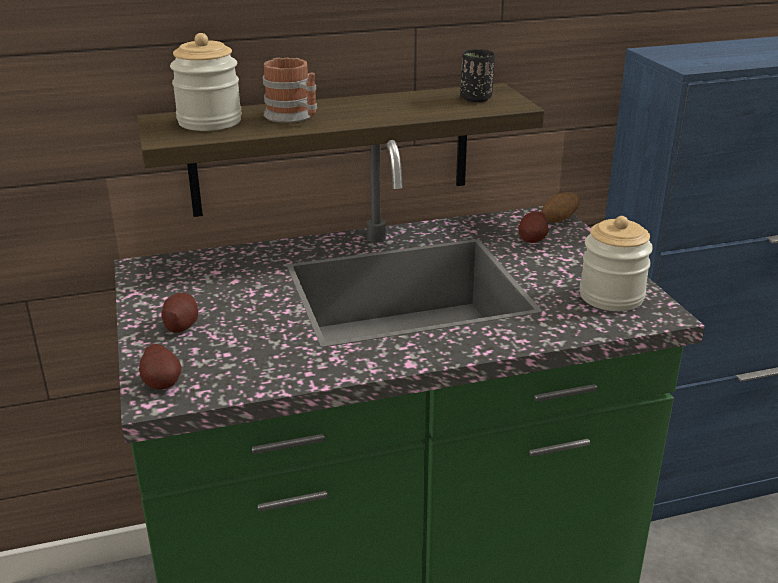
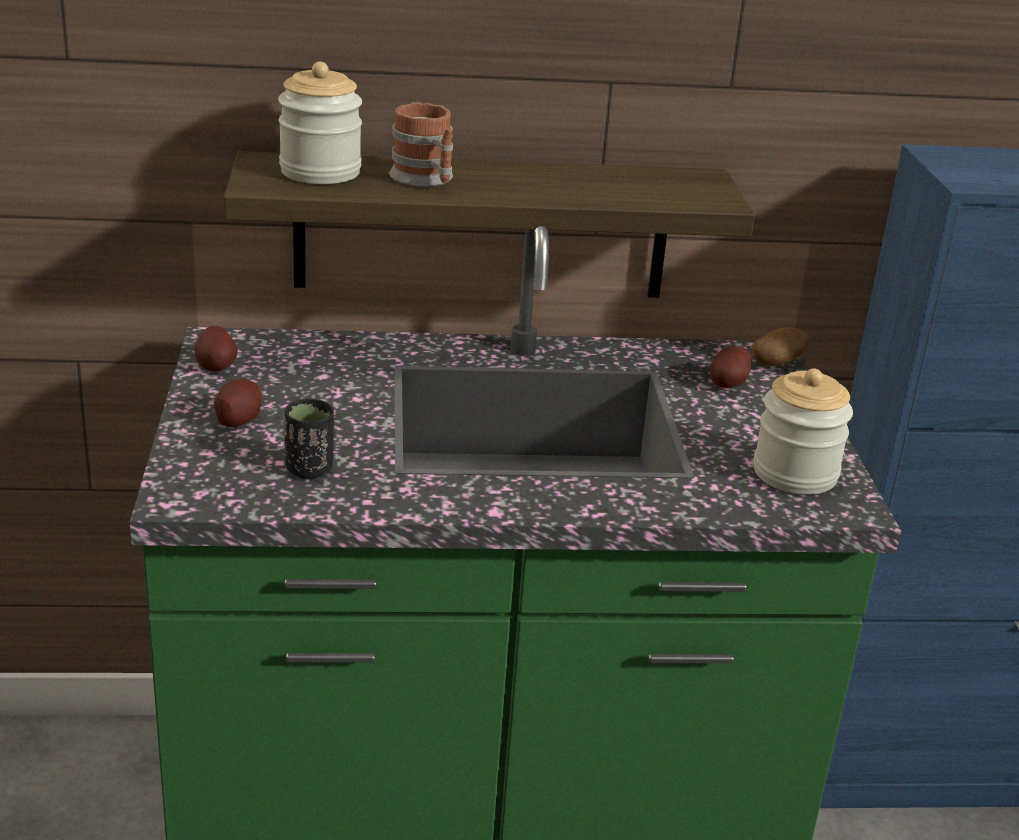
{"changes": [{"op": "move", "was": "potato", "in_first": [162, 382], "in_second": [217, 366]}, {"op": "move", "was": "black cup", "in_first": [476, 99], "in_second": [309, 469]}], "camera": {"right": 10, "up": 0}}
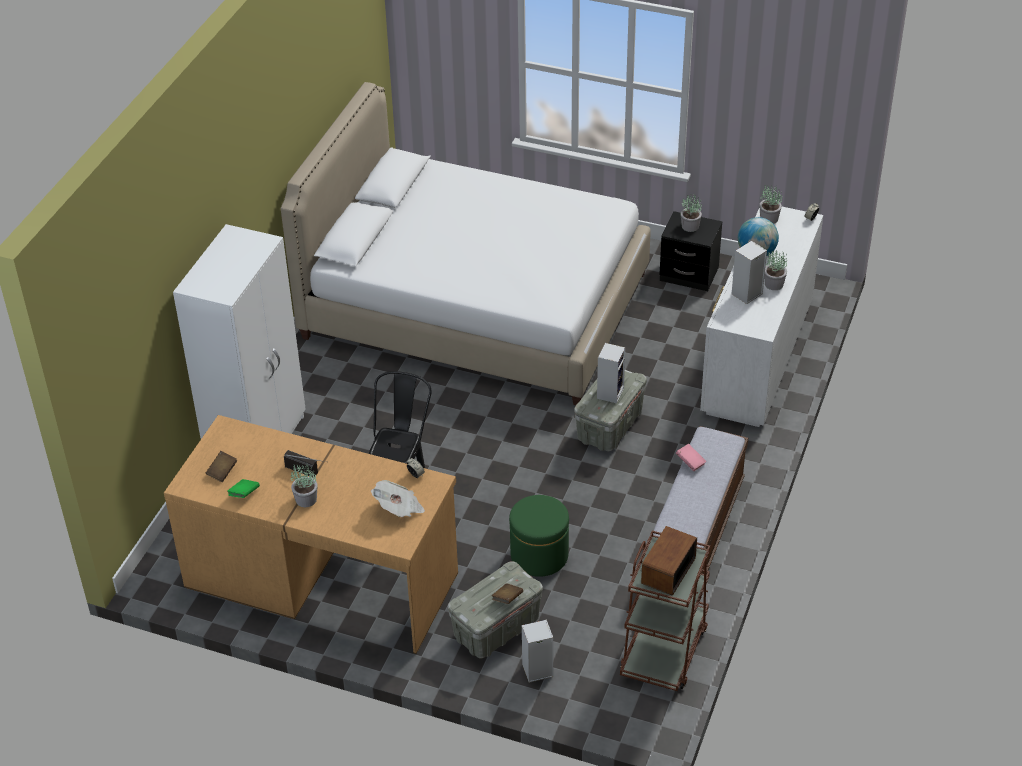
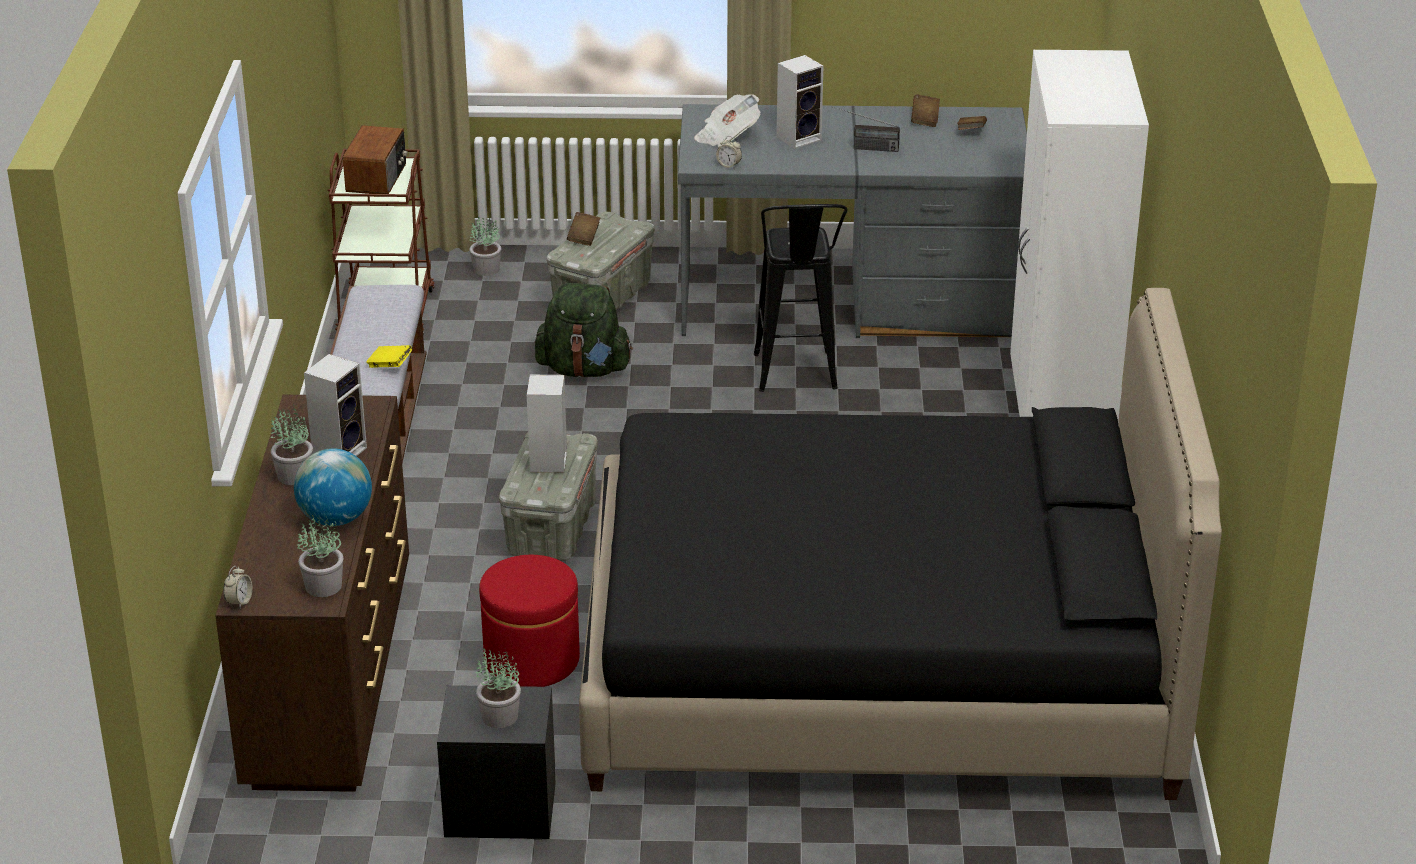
{"changes": [{"op": "recolor", "was": "white dresser", "now": "brownish dresser", "in_first": [756, 359], "in_second": [332, 675]}, {"op": "recolor", "was": "pink book", "now": "yellow book", "in_first": [690, 462], "in_second": [390, 365]}, {"op": "move", "was": "potted plant", "in_first": [305, 499], "in_second": [487, 269]}, {"op": "insert", "now": "red ottoman", "in_second": [532, 660]}, {"op": "replace", "was": "greenish ottoman", "now": "greenish knapsack", "in_first": [539, 555], "in_second": [584, 369]}, {"op": "recolor", "was": "white sleeping bed", "now": "black sleeping bed", "in_first": [475, 306], "in_second": [877, 664]}, {"op": "recolor", "was": "brownish desk table", "now": "grey desk table", "in_first": [322, 578], "in_second": [849, 302]}, {"op": "move", "was": "speaker", "in_first": [536, 671], "in_second": [799, 138]}, {"op": "recolor", "was": "greenish book", "now": "brownish book", "in_first": [244, 494], "in_second": [925, 119]}], "camera": {"right": 160, "up": -10}}
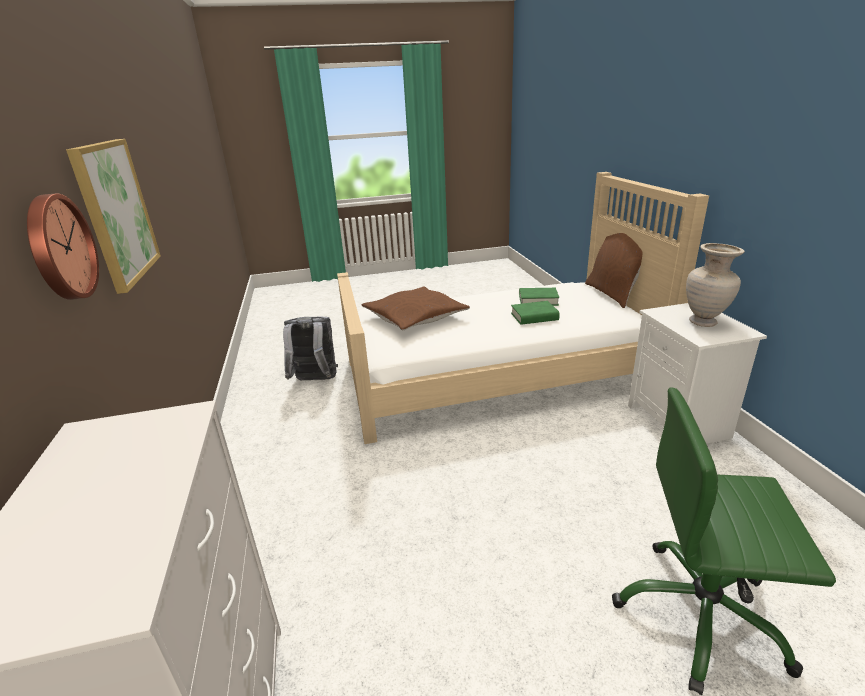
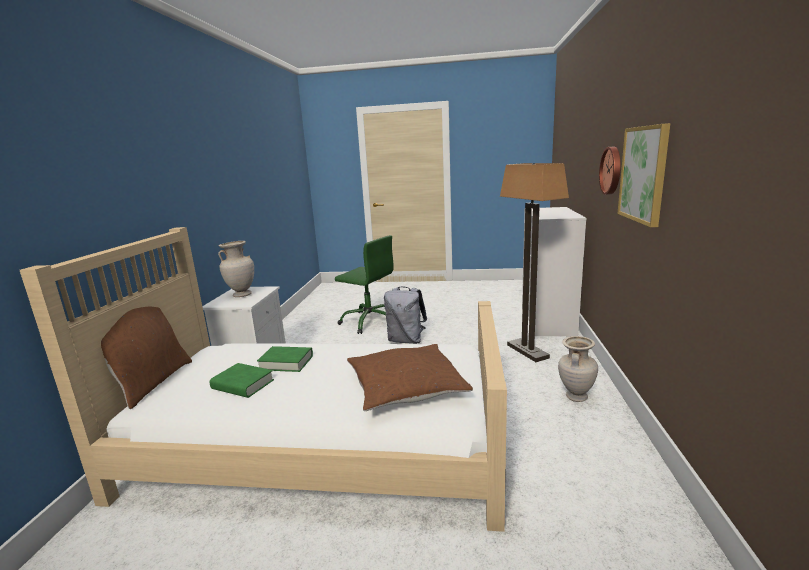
{"changes": [{"op": "move", "was": "grey knapsack", "in_first": [315, 381], "in_second": [406, 340]}, {"op": "insert", "now": "standard lamp", "in_second": [528, 351]}, {"op": "insert", "now": "beige vase", "in_second": [575, 397]}], "camera": {"right": -160, "up": -10}}
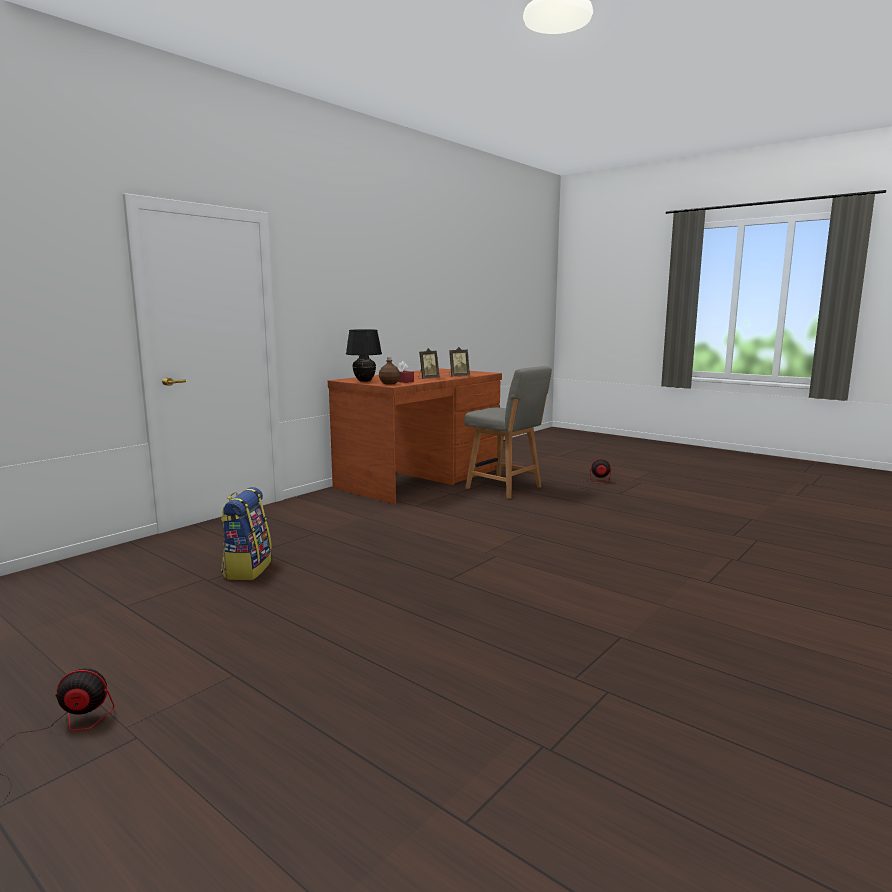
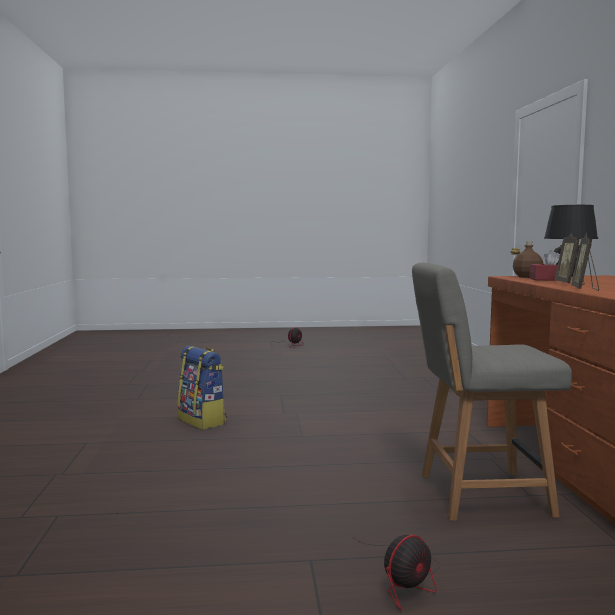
{"changes": [{"op": "move", "was": "knapsack", "in_first": [247, 569], "in_second": [203, 421]}], "camera": {"right": 135, "up": -5}}
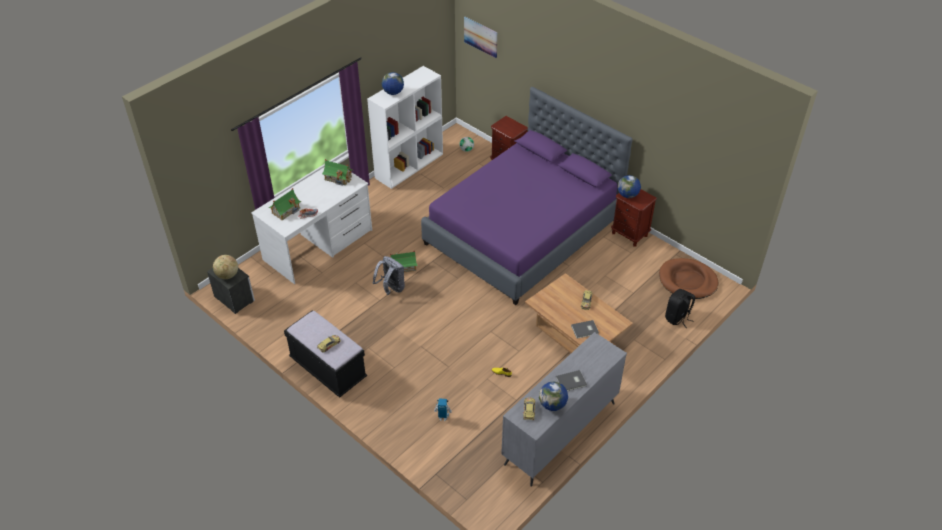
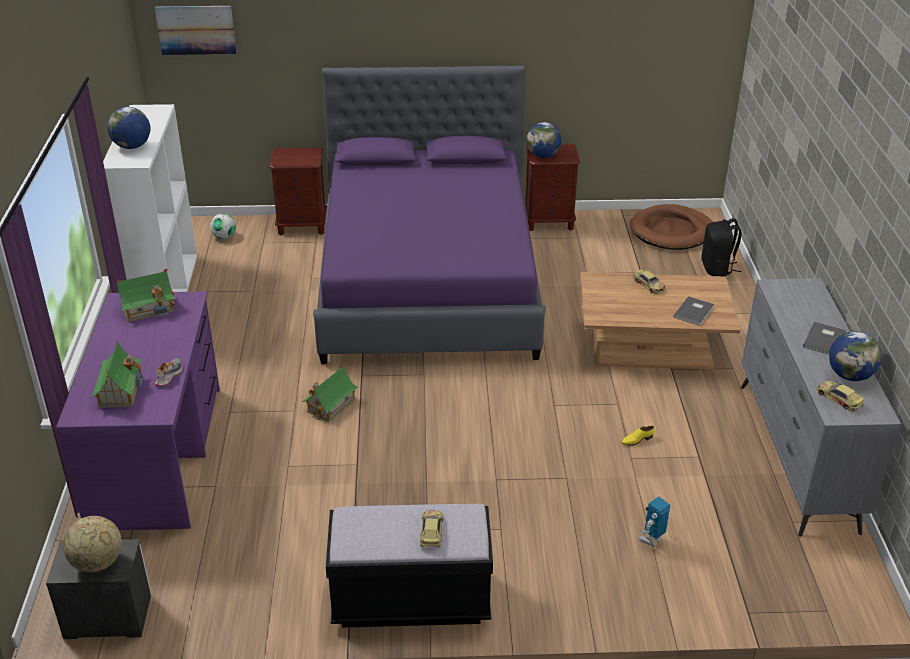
{"changes": [{"op": "recolor", "was": "white desk table", "now": "purplish desk table", "in_first": [318, 245], "in_second": [158, 455]}, {"op": "delete", "was": "grey knapsack", "in_first": [391, 288]}], "camera": {"right": -45, "up": -10}}
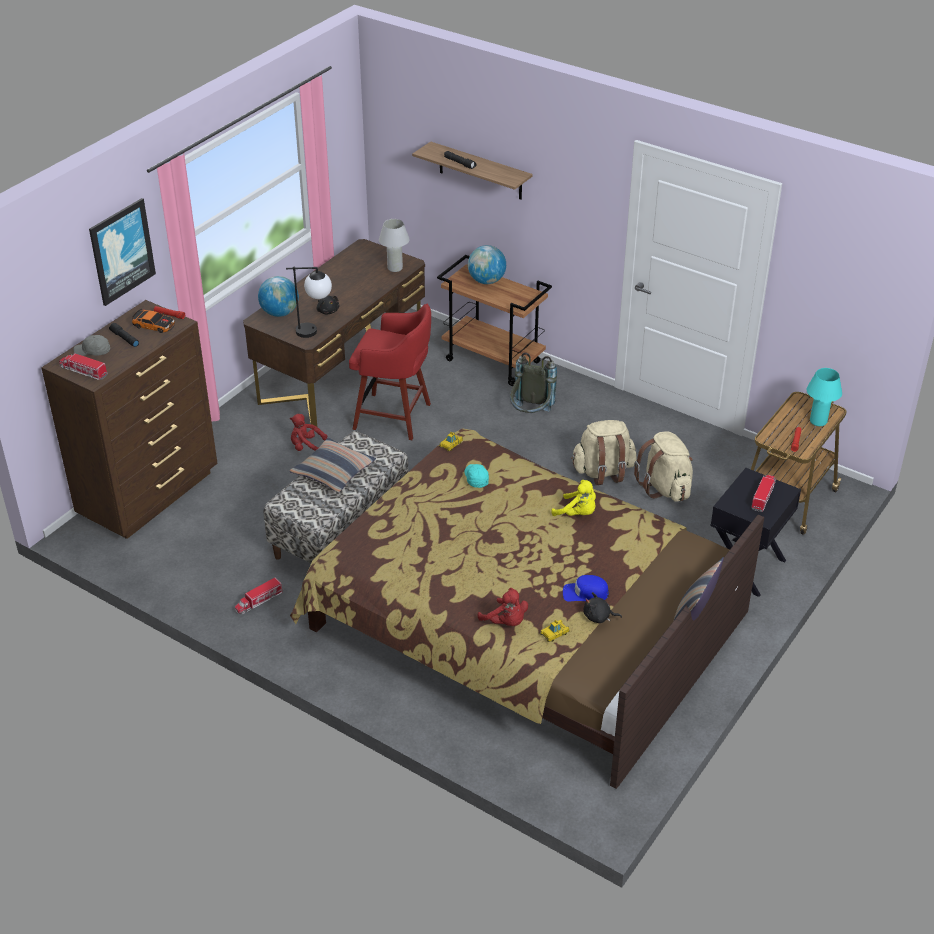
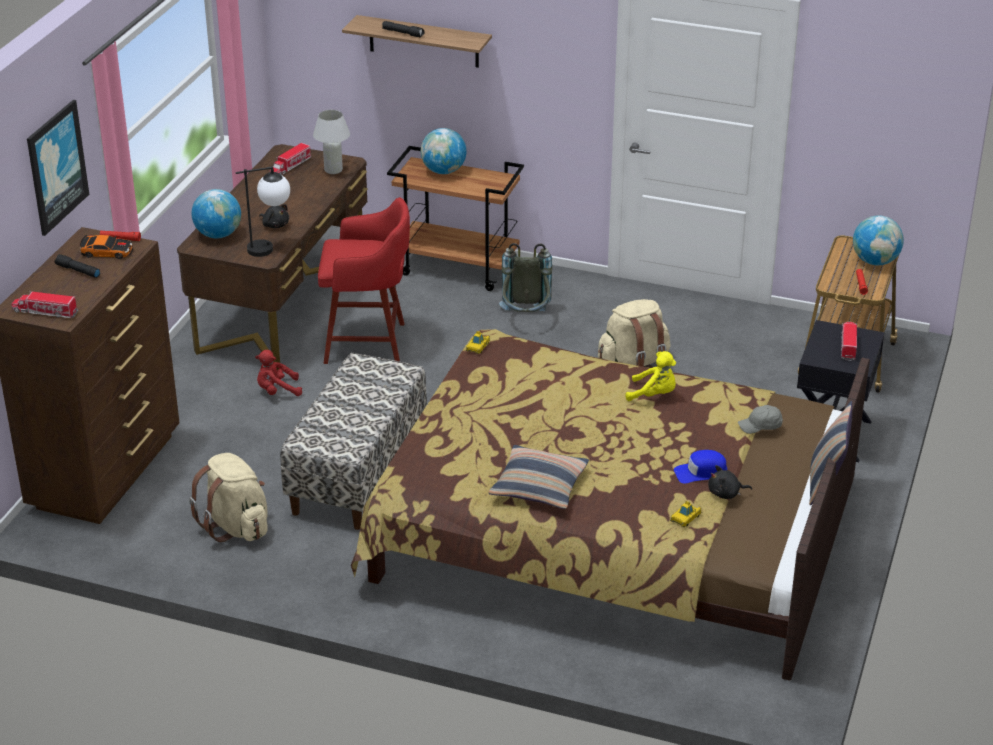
{"changes": [{"op": "move", "was": "beige knapsack", "in_first": [665, 488], "in_second": [236, 526]}, {"op": "move", "was": "model truck", "in_first": [259, 601], "in_second": [290, 166]}, {"op": "move", "was": "cushion", "in_first": [333, 472], "in_second": [539, 486]}, {"op": "move", "was": "grey baseball cap", "in_first": [93, 351], "in_second": [760, 426]}, {"op": "replace", "was": "turquoise tabletop lamp", "now": "desk globe", "in_first": [818, 421], "in_second": [875, 261]}, {"op": "delete", "was": "turquoise baseball cap", "in_first": [476, 479]}, {"op": "delete", "was": "red soft toy", "in_first": [506, 622]}], "camera": {"right": -15, "up": -5}}
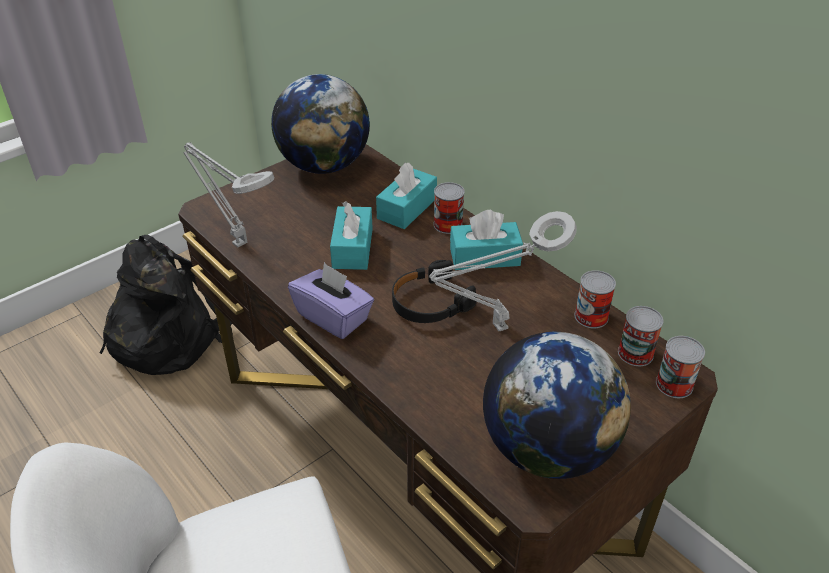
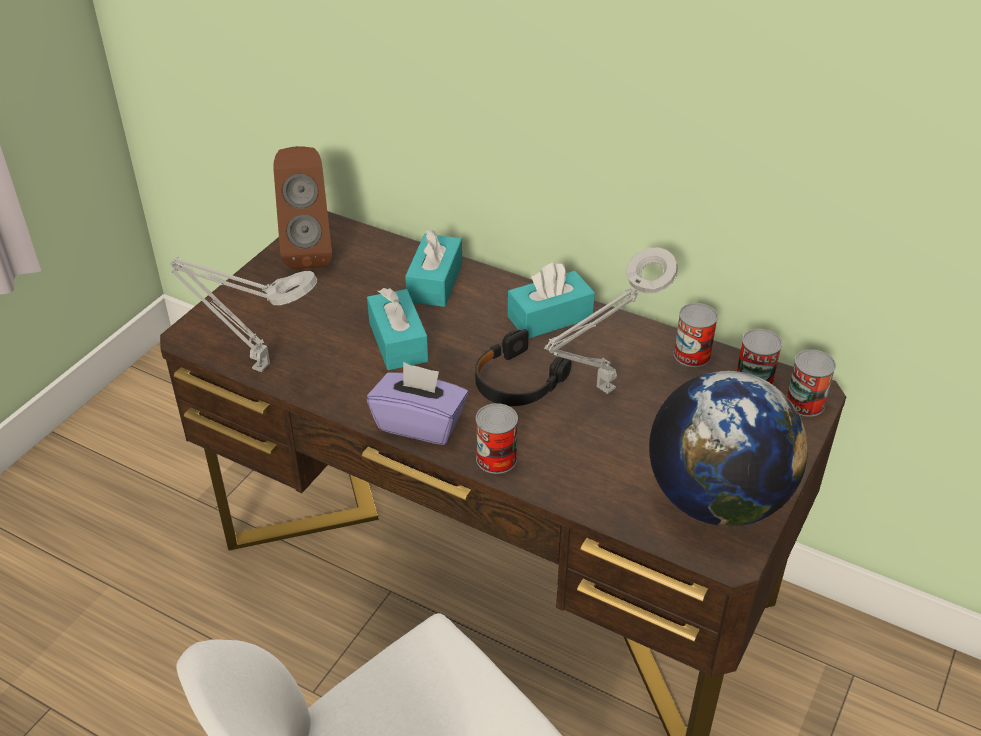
{"changes": [{"op": "replace", "was": "desk globe", "now": "brownish speaker", "in_first": [324, 165], "in_second": [309, 252]}, {"op": "move", "was": "metal can", "in_first": [448, 224], "in_second": [496, 458]}, {"op": "delete", "was": "black knapsack", "in_first": [166, 334]}], "camera": {"right": -20, "up": 0}}
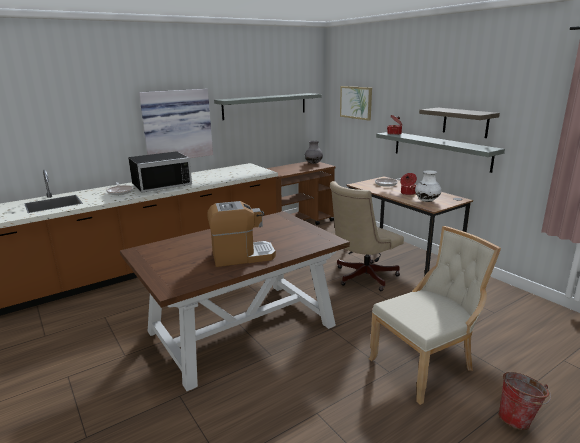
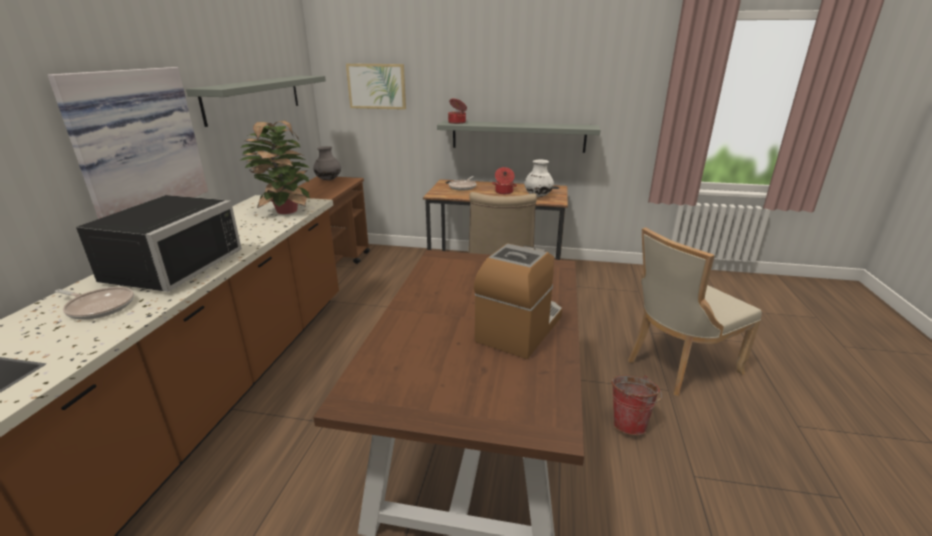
{"changes": [{"op": "insert", "now": "potted plant", "in_second": [285, 211]}, {"op": "move", "was": "bucket", "in_first": [518, 419], "in_second": [629, 423]}, {"op": "rotate", "was": "beige upright chair", "in_first": [425, 365], "in_second": [677, 366], "clockwise": -135}, {"op": "delete", "was": "bracket shelf", "in_first": [465, 122]}], "camera": {"right": -45, "up": 5}}
